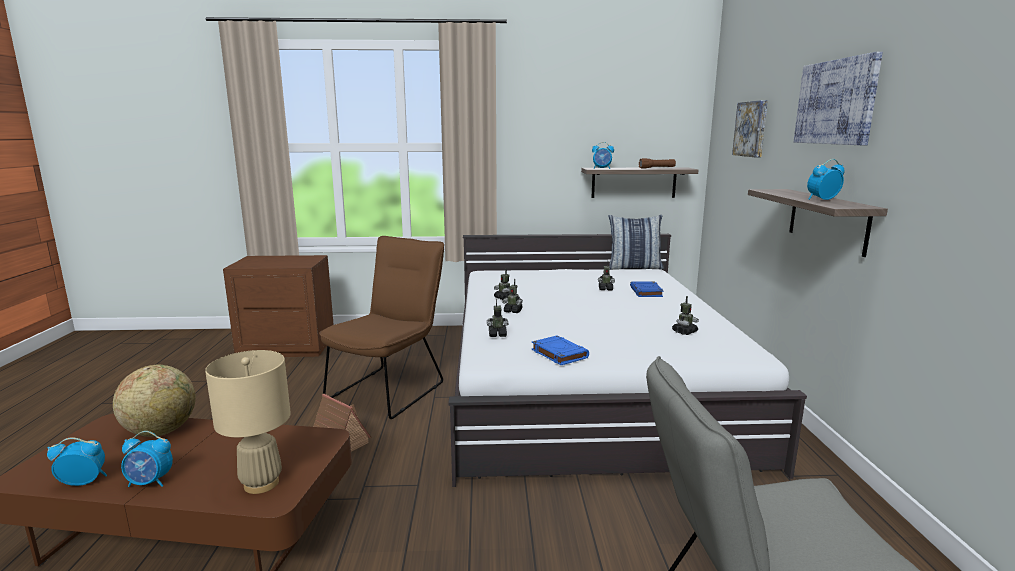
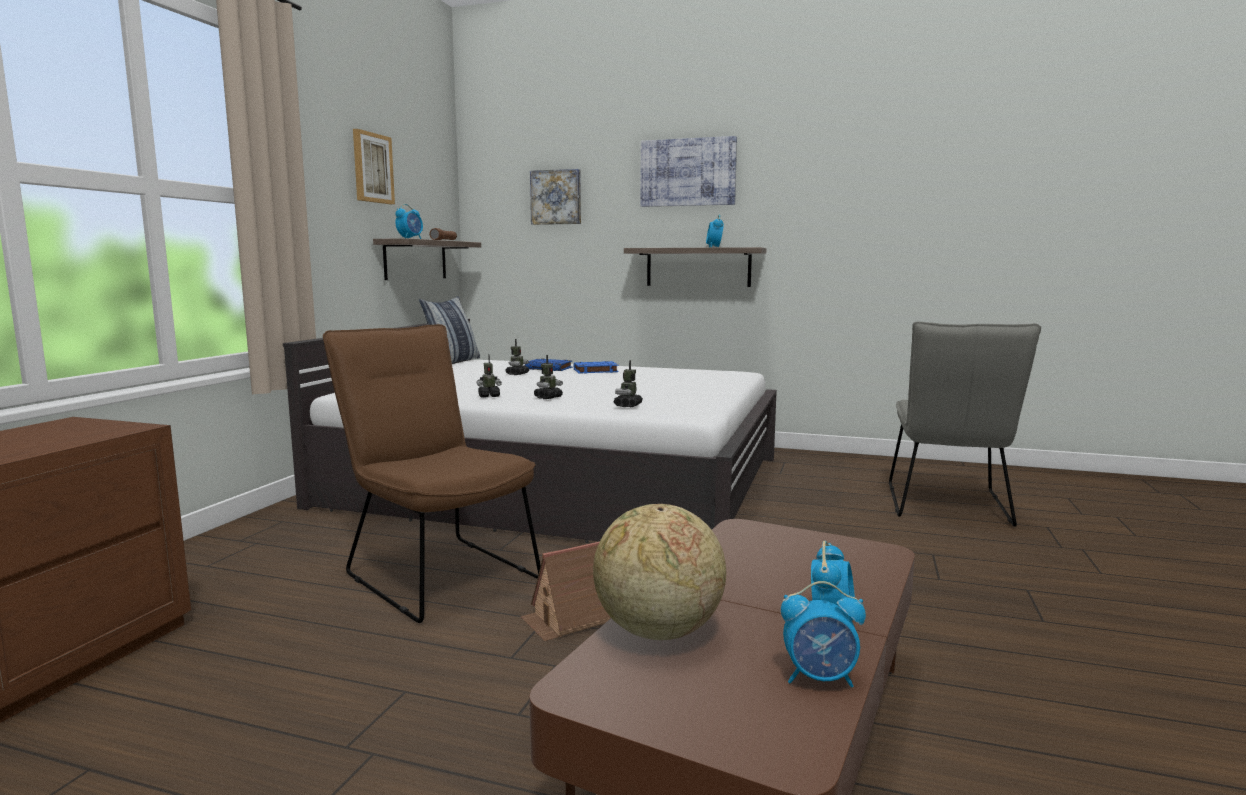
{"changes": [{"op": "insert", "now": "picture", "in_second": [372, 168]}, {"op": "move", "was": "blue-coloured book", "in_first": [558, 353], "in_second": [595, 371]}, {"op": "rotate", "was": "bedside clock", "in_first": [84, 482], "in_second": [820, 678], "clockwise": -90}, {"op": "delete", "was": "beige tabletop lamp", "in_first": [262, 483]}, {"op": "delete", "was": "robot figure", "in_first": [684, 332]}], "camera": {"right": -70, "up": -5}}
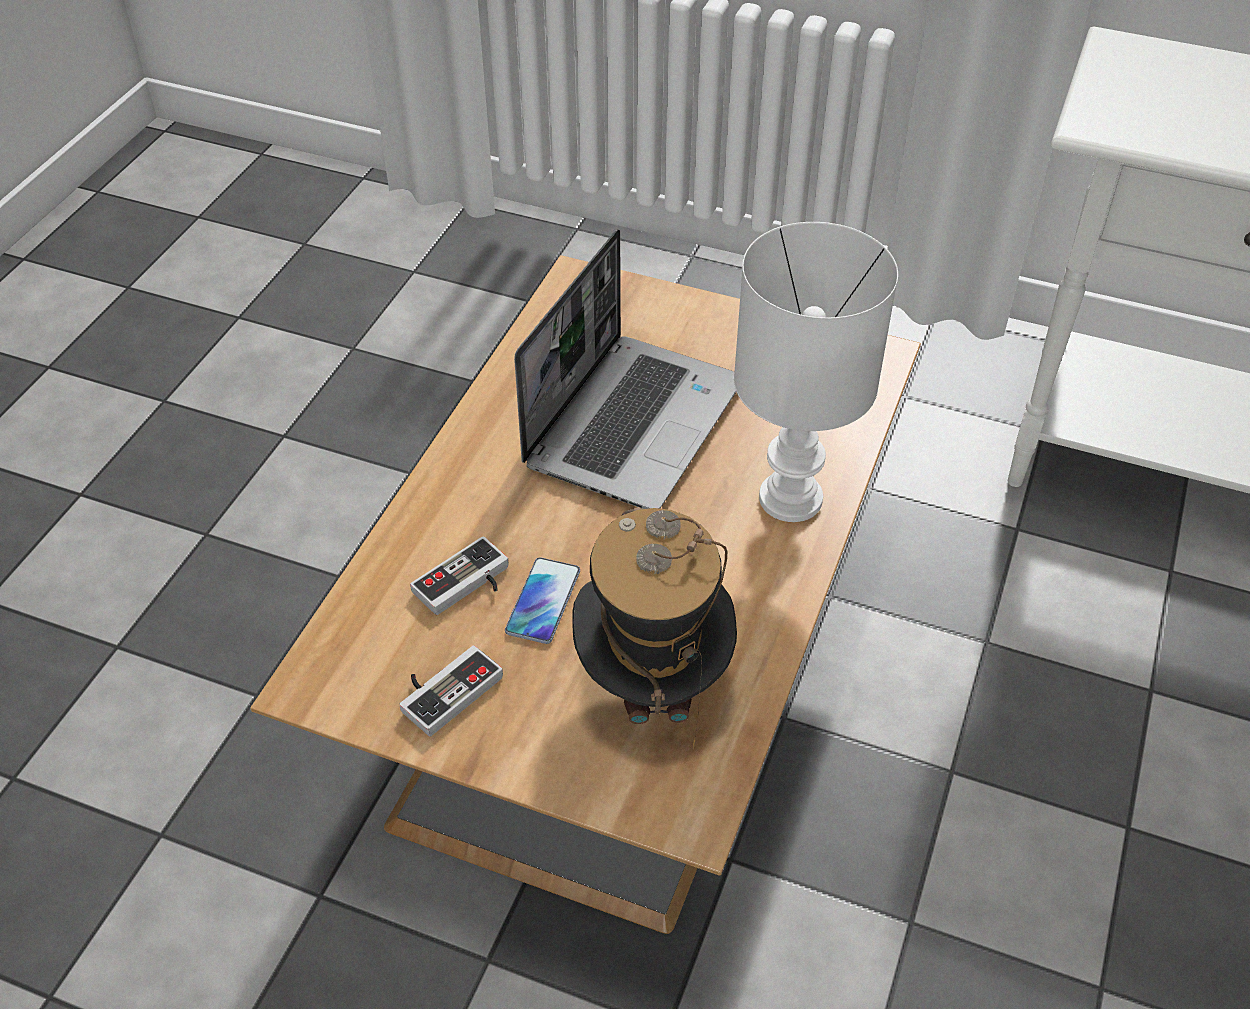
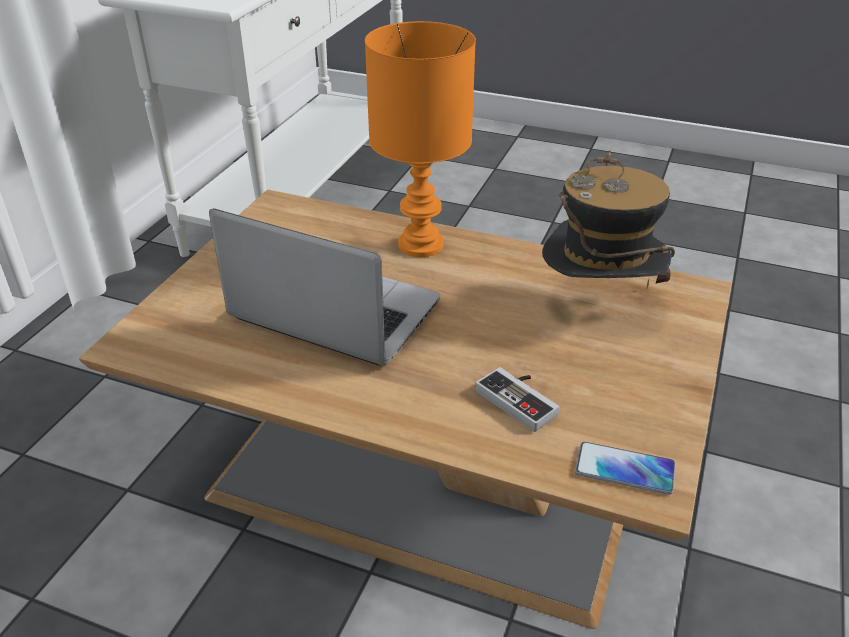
{"changes": [{"op": "recolor", "was": "white tabletop lamp", "now": "orangey tabletop lamp", "in_first": [790, 496], "in_second": [418, 245]}, {"op": "move", "was": "telephone", "in_first": [543, 601], "in_second": [624, 469]}, {"op": "delete", "was": "joypad", "in_first": [445, 689]}], "camera": {"right": -90, "up": -10}}
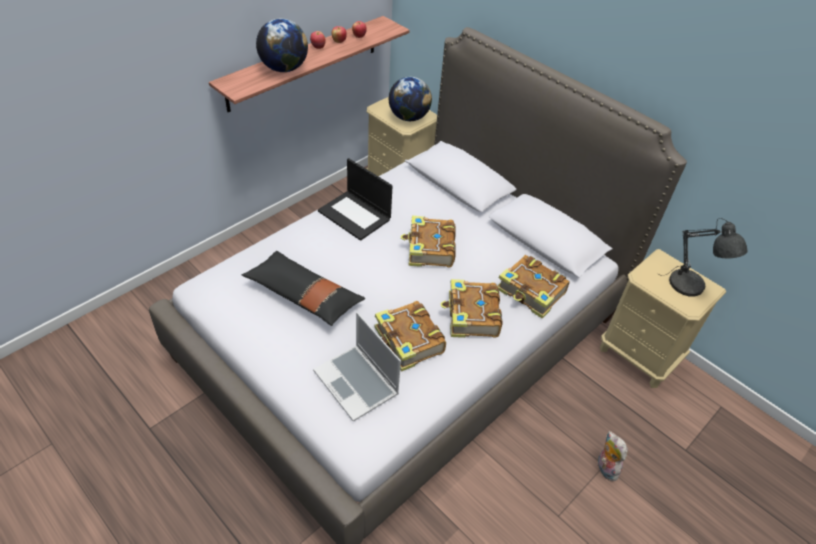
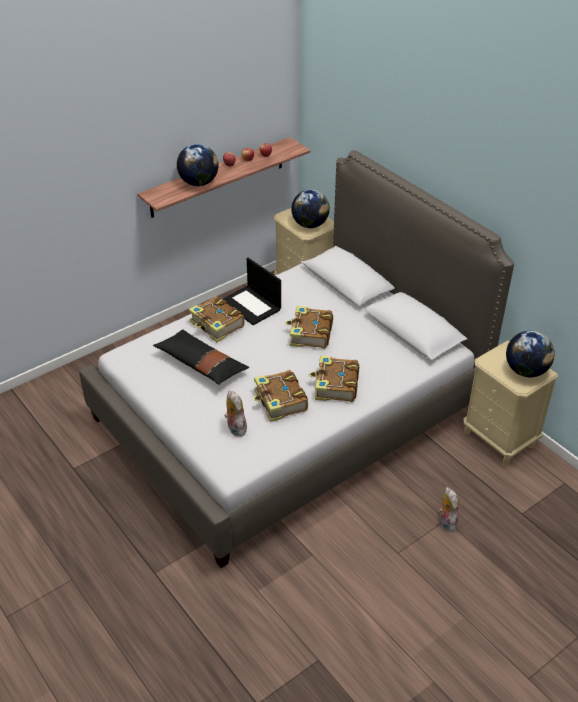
{"changes": [{"op": "move", "was": "book", "in_first": [531, 293], "in_second": [217, 325]}, {"op": "replace", "was": "portable computer", "now": "soft toy", "in_first": [357, 383], "in_second": [235, 428]}, {"op": "replace", "was": "grey tabletop lamp", "now": "desk globe", "in_first": [689, 287], "in_second": [526, 371]}], "camera": {"right": 10, "up": -5}}
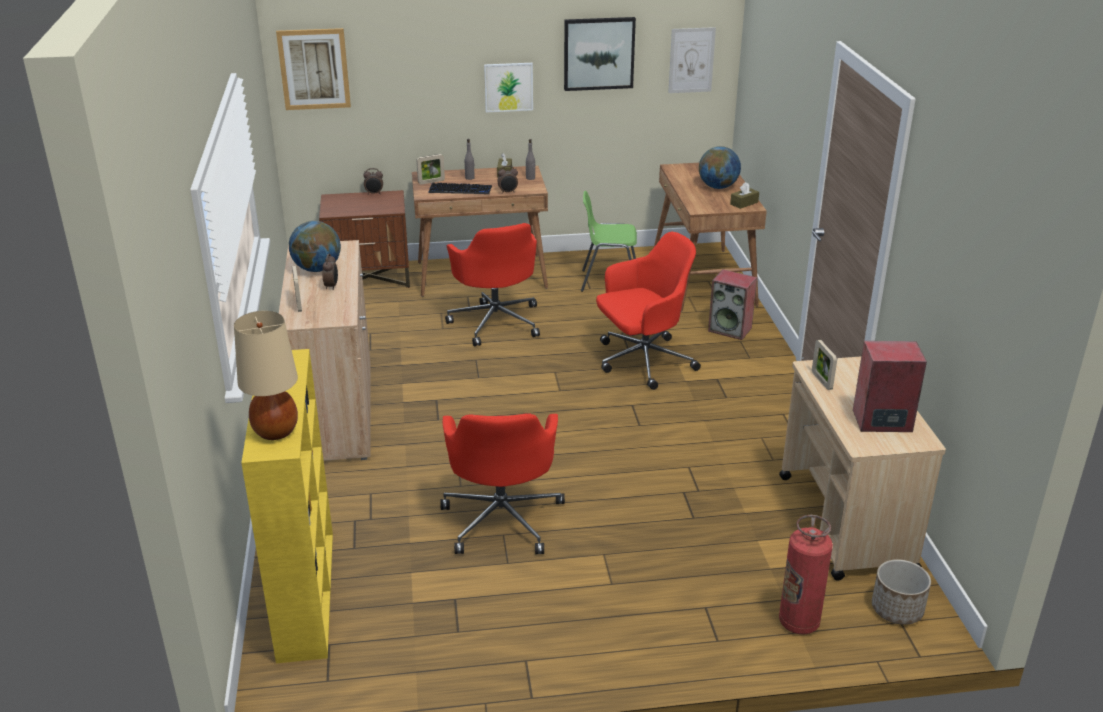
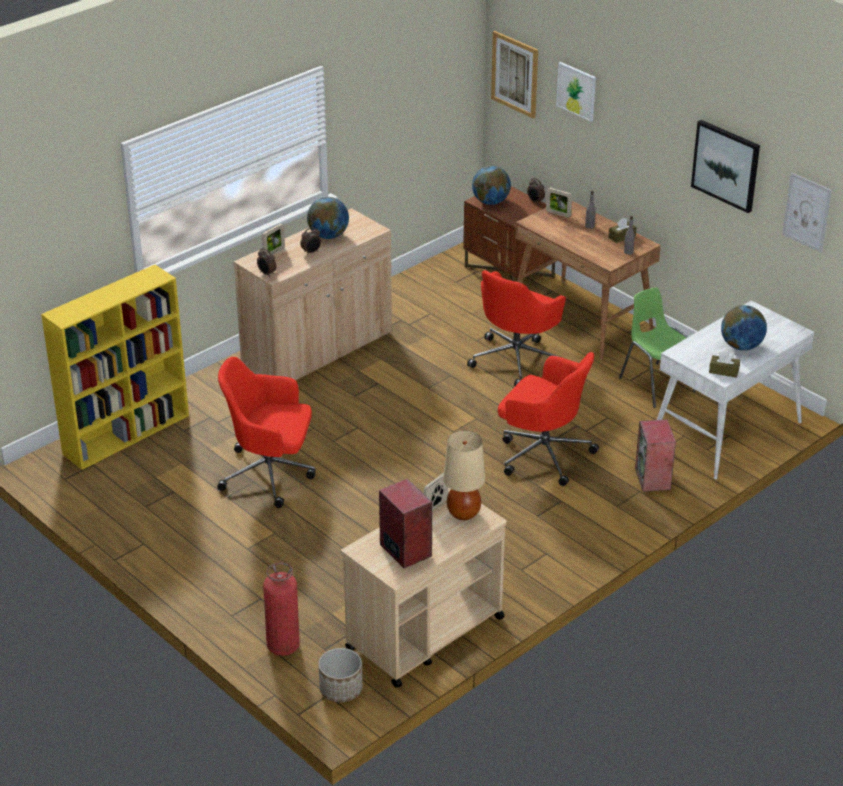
{"changes": [{"op": "rotate", "was": "red computer chair", "in_first": [502, 518], "in_second": [270, 474], "clockwise": 45}, {"op": "move", "was": "bedside clock", "in_first": [508, 192], "in_second": [266, 274]}, {"op": "move", "was": "beige tabletop lamp", "in_first": [276, 431], "in_second": [464, 513]}, {"op": "insert", "now": "desk globe", "in_second": [490, 202]}, {"op": "move", "was": "picture", "in_first": [508, 87], "in_second": [576, 91]}, {"op": "recolor", "was": "brownish desk table", "now": "white desk table", "in_first": [703, 280], "in_second": [726, 432]}, {"op": "delete", "was": "computer keyboard", "in_first": [460, 190]}], "camera": {"right": 55, "up": 5}}
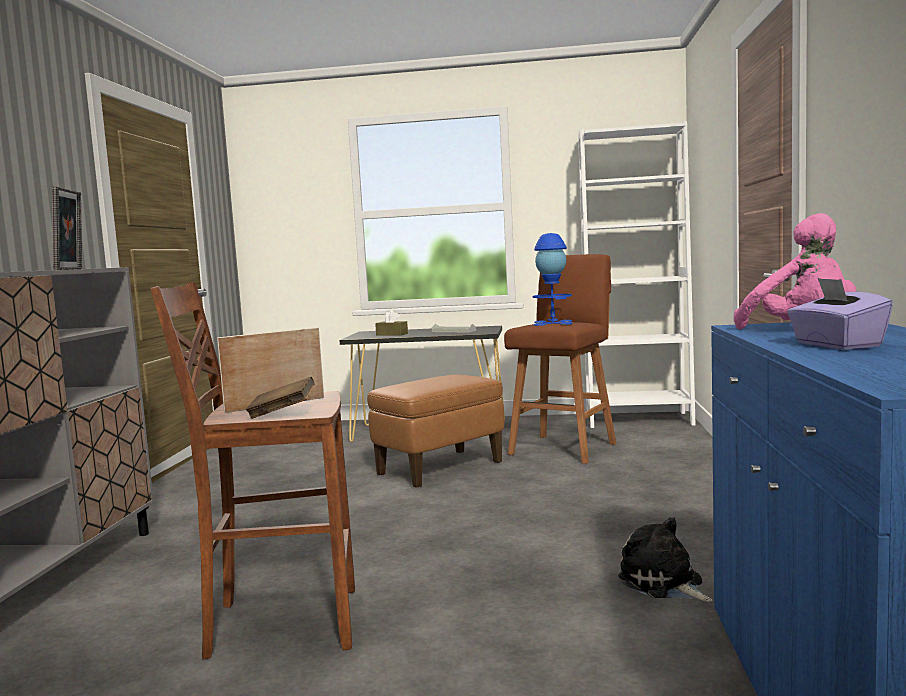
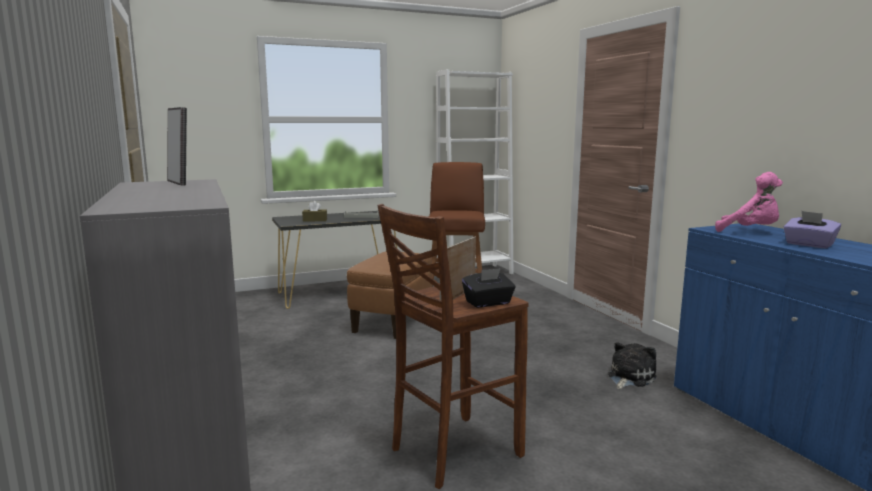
{"changes": [{"op": "replace", "was": "brownish book", "now": "black box of tissues", "in_first": [282, 414], "in_second": [488, 303]}, {"op": "rotate", "was": "soft toy", "in_first": [663, 583], "in_second": [629, 377], "clockwise": 105}, {"op": "delete", "was": "blue-coloured tabletop lamp", "in_first": [553, 323]}], "camera": {"right": -30, "up": 5}}
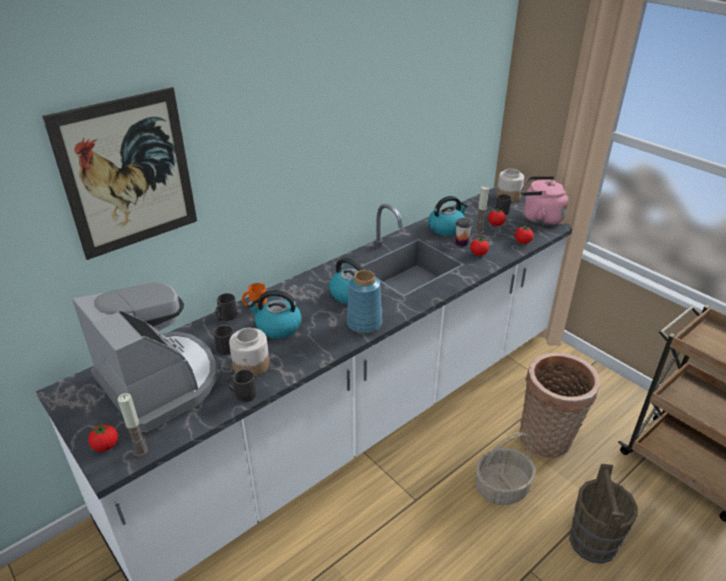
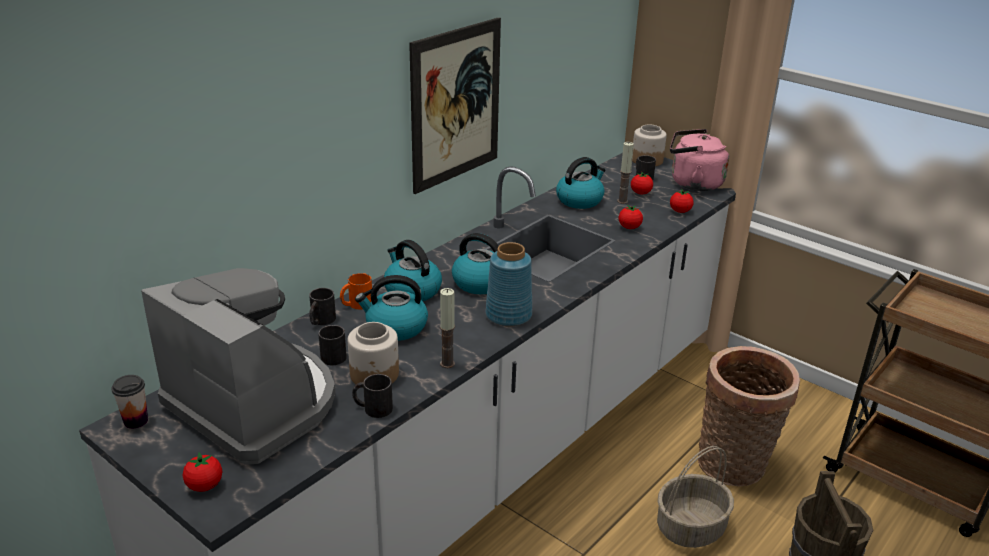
{"changes": [{"op": "move", "was": "cup", "in_first": [461, 243], "in_second": [136, 421]}, {"op": "insert", "now": "tea kettle", "in_second": [411, 290]}, {"op": "move", "was": "picture", "in_first": [128, 174], "in_second": [456, 105]}, {"op": "move", "was": "candle", "in_first": [141, 451], "in_second": [447, 364]}], "camera": {"right": -10, "up": -5}}
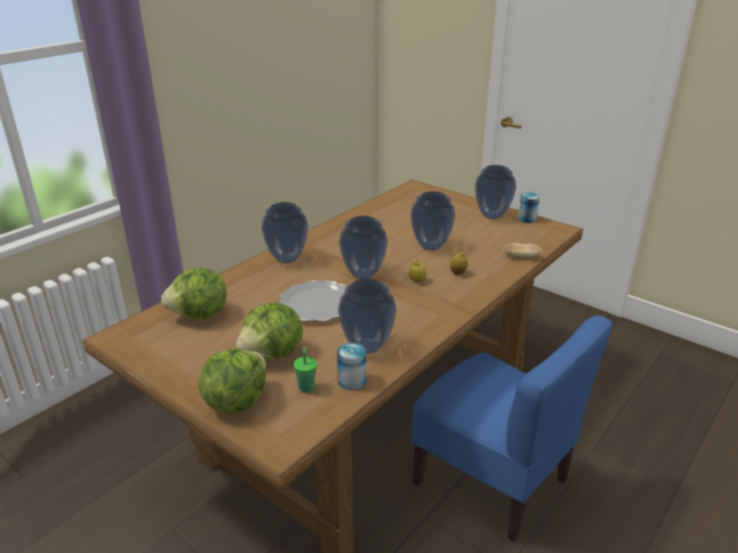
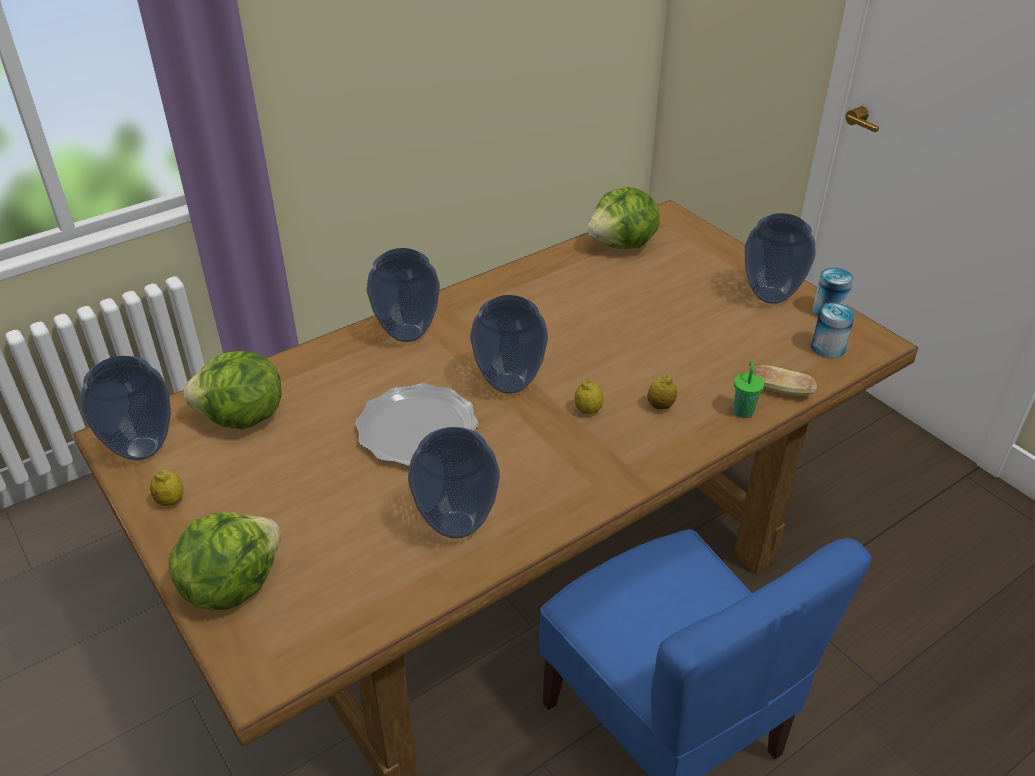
{"changes": [{"op": "move", "was": "vase", "in_first": [430, 246], "in_second": [140, 449]}, {"op": "insert", "now": "whole lemon", "in_second": [170, 501]}, {"op": "move", "was": "head of lettuce", "in_first": [273, 354], "in_second": [623, 245]}, {"op": "move", "was": "greenish cup", "in_first": [306, 387], "in_second": [743, 410]}, {"op": "move", "was": "metal can", "in_first": [351, 381], "in_second": [828, 348]}], "camera": {"right": 15, "up": 10}}
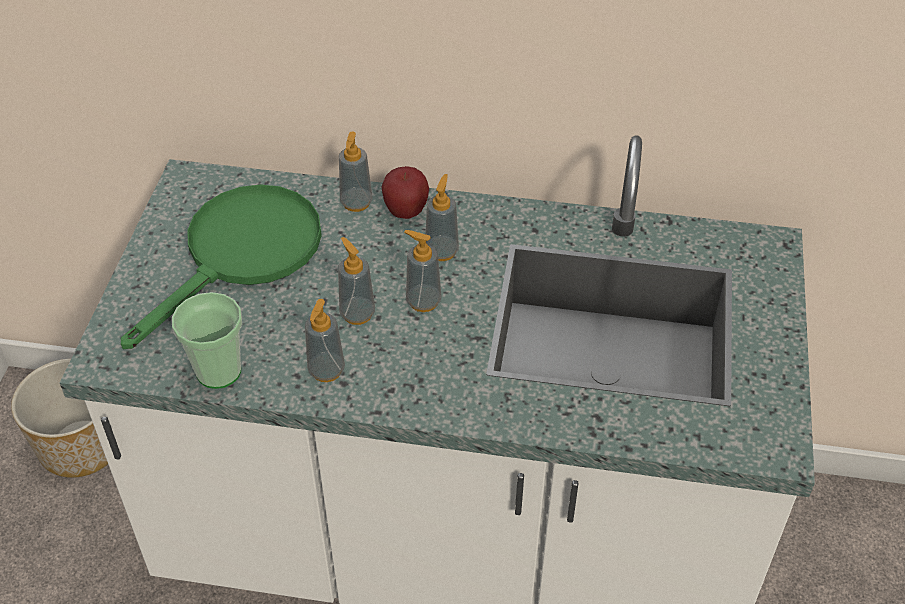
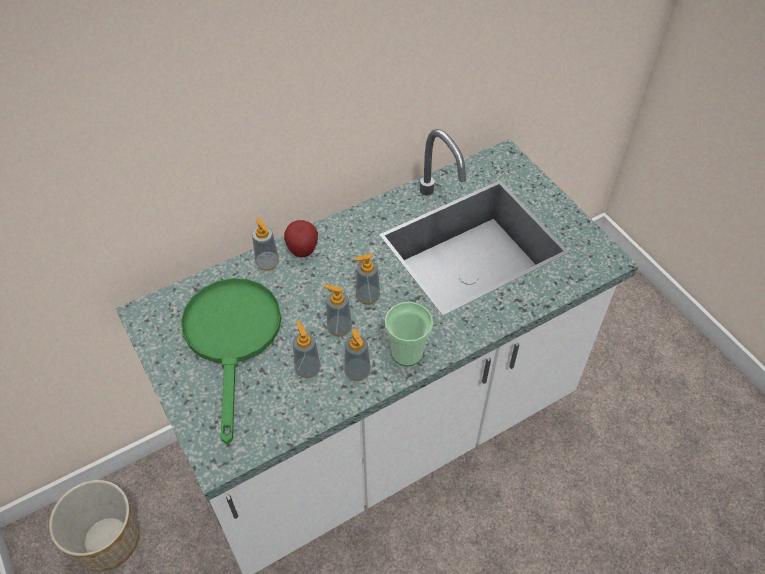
{"changes": [{"op": "move", "was": "liquid soap bottle", "in_first": [441, 251], "in_second": [308, 369]}, {"op": "move", "was": "cup", "in_first": [218, 371], "in_second": [407, 353]}], "camera": {"right": -40, "up": 5}}
